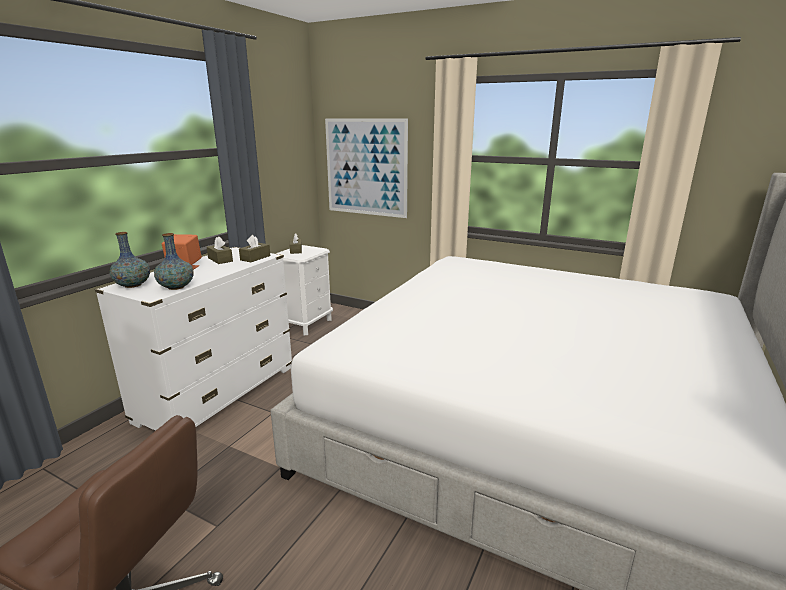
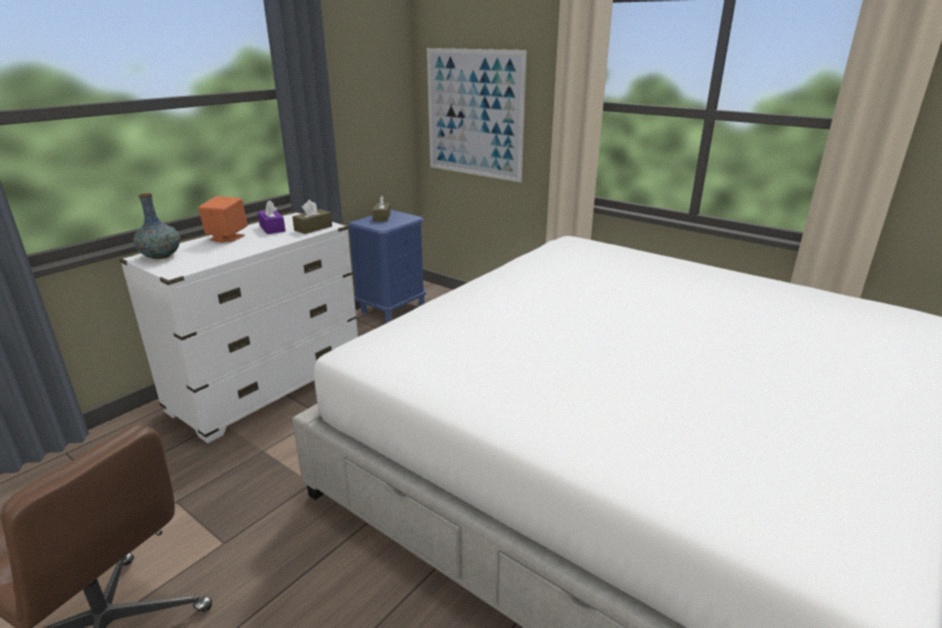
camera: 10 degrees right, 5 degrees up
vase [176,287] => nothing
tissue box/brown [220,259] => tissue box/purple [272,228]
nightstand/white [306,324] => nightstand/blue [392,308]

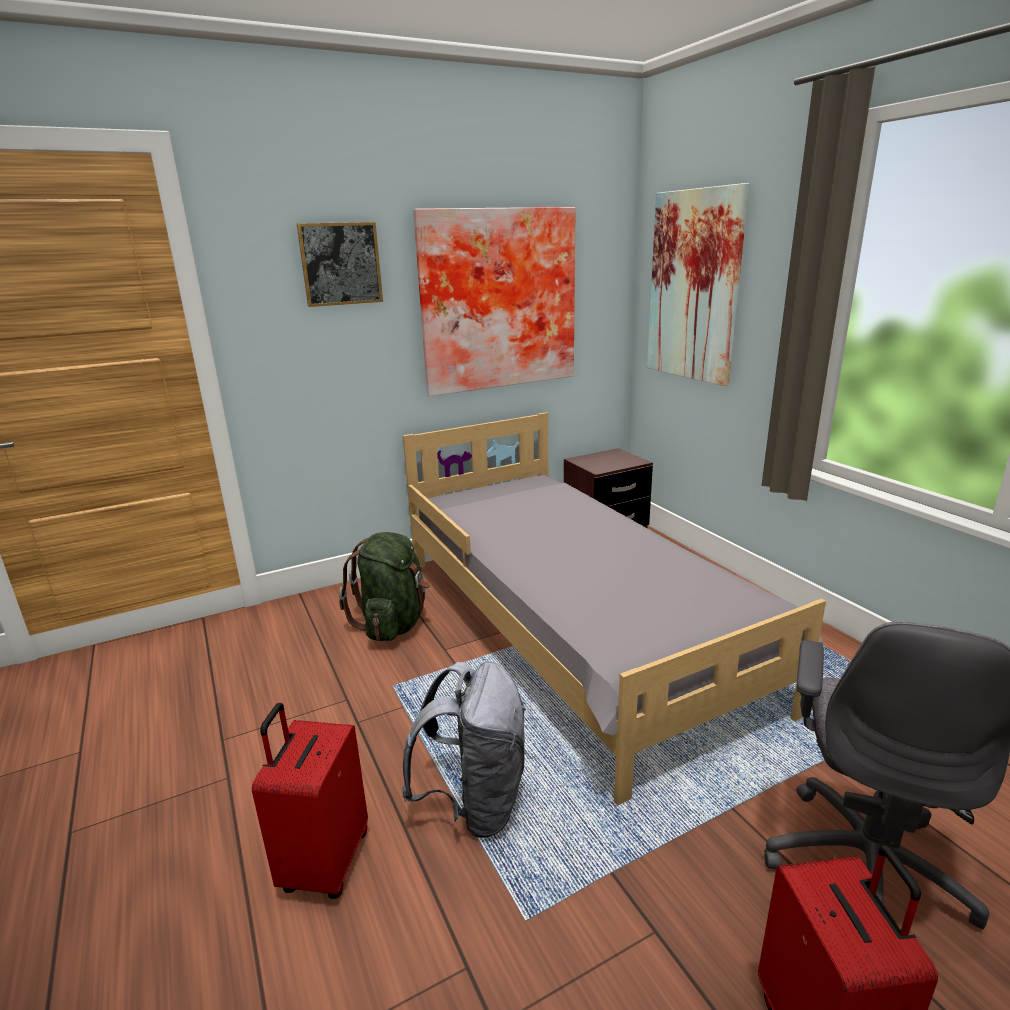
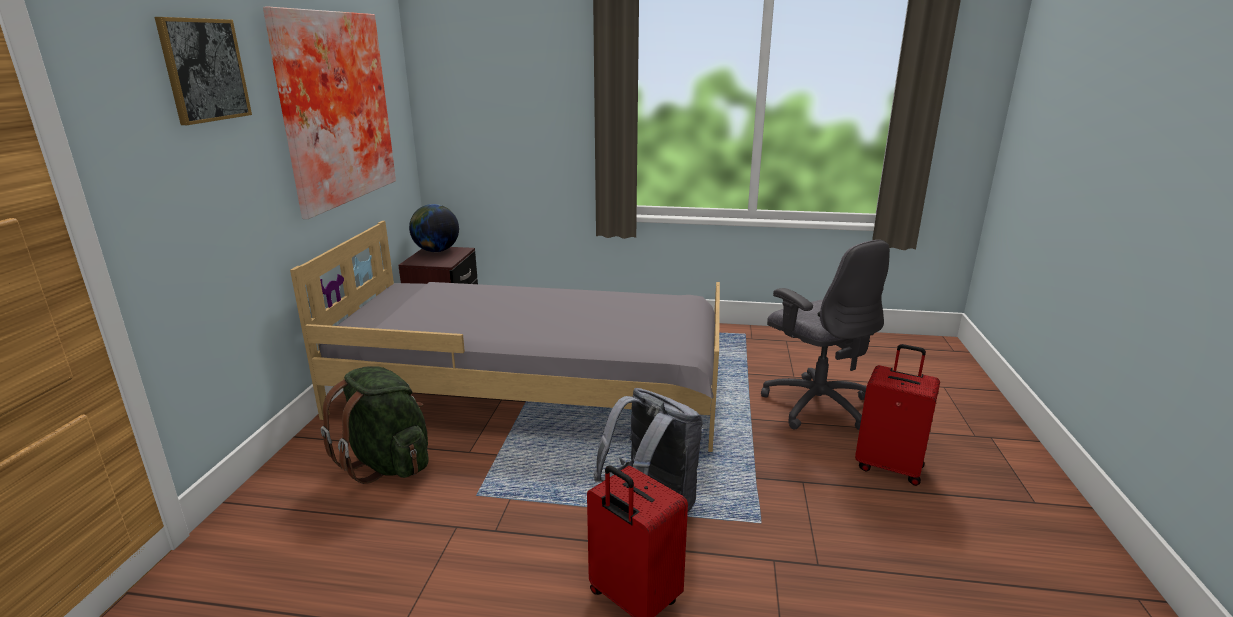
camera: 55 degrees left, 0 degrees up
picture [694,286] => nothing
nothing => globe [436,251]

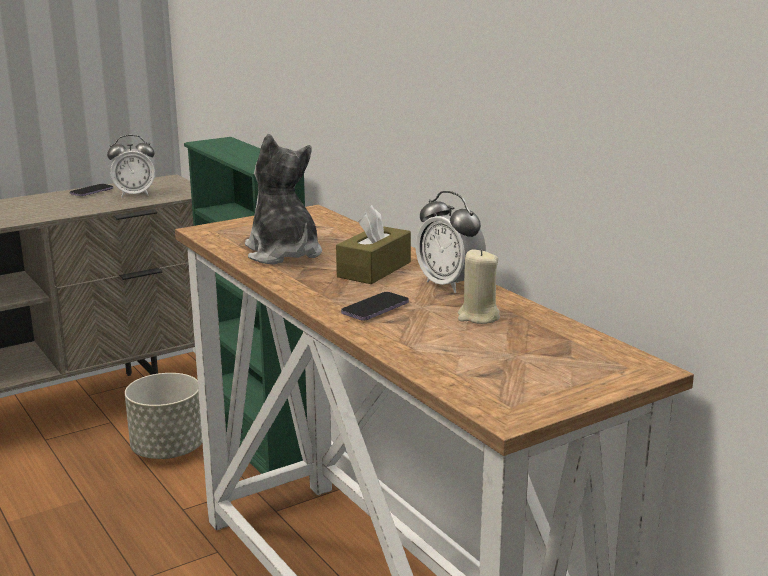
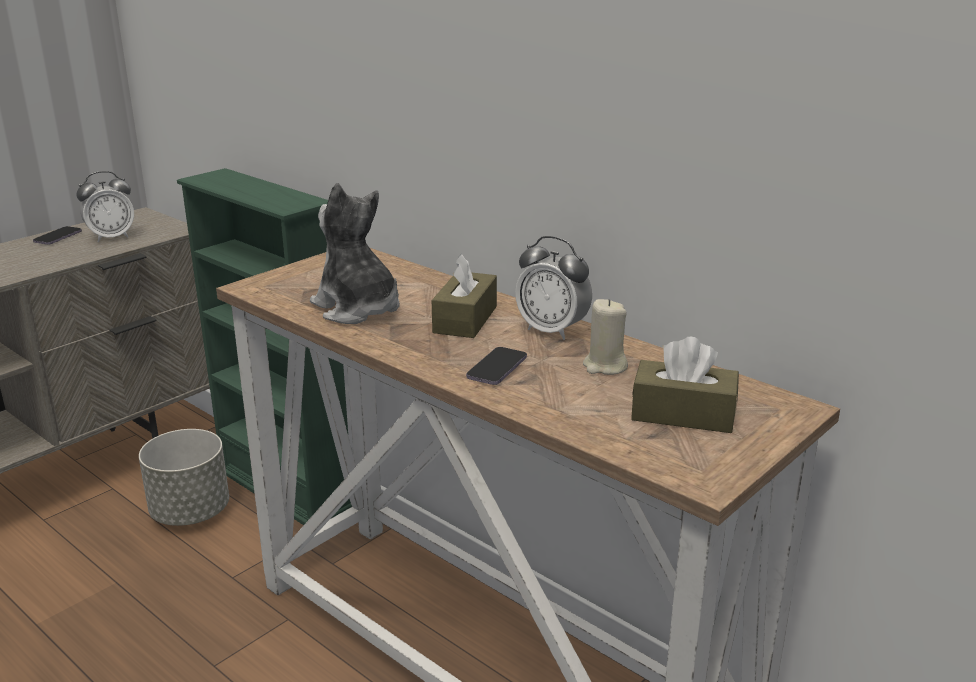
camera: 15 degrees left, 5 degrees up
nothing => tissue box/brown [683,414]

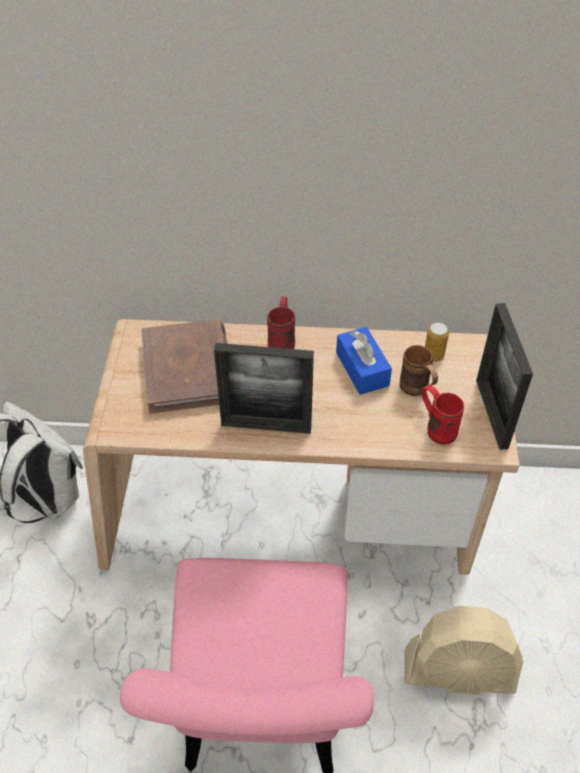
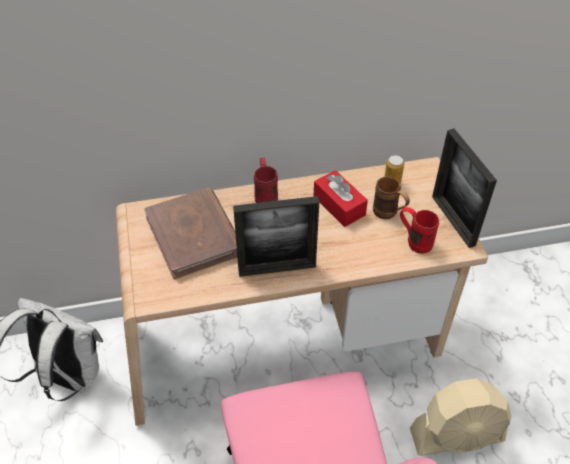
camera: 15 degrees left, 0 degrees up
tissue box/blue [362,369] => tissue box/red [339,205]

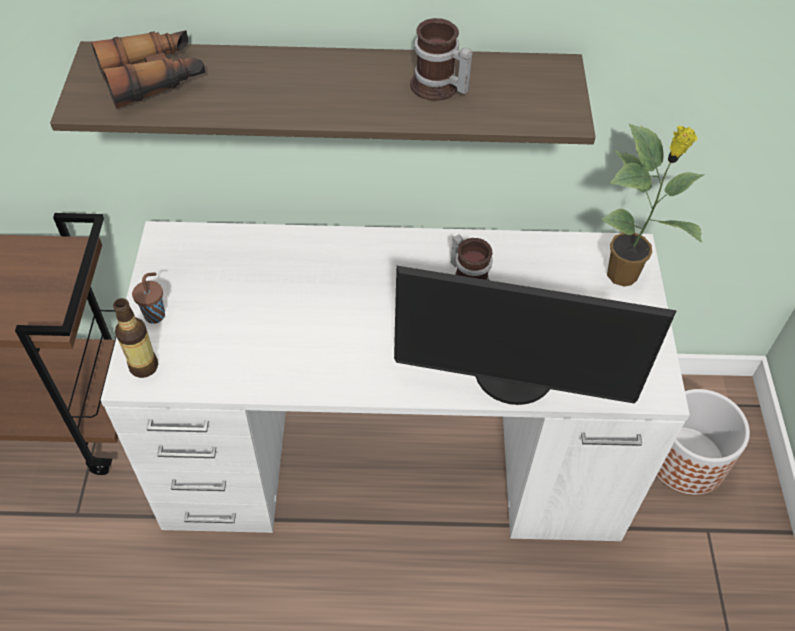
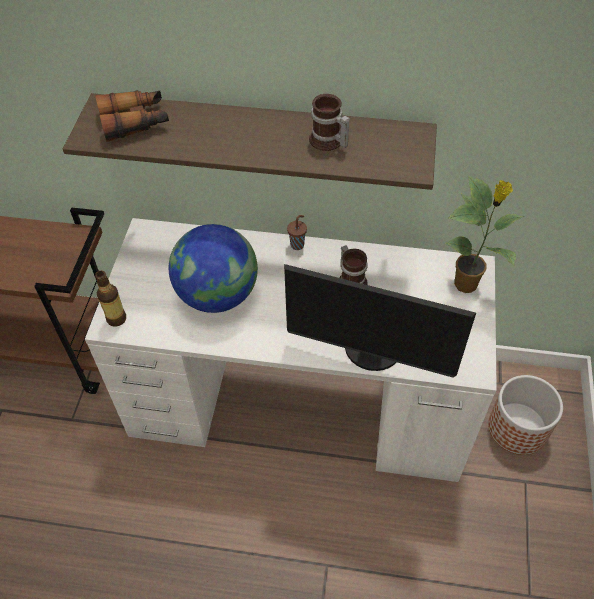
camera: 10 degrees right, 0 degrees up
cup/brown [155,315] => cup/brown [297,244], shifted
nothing => globe [217,295]

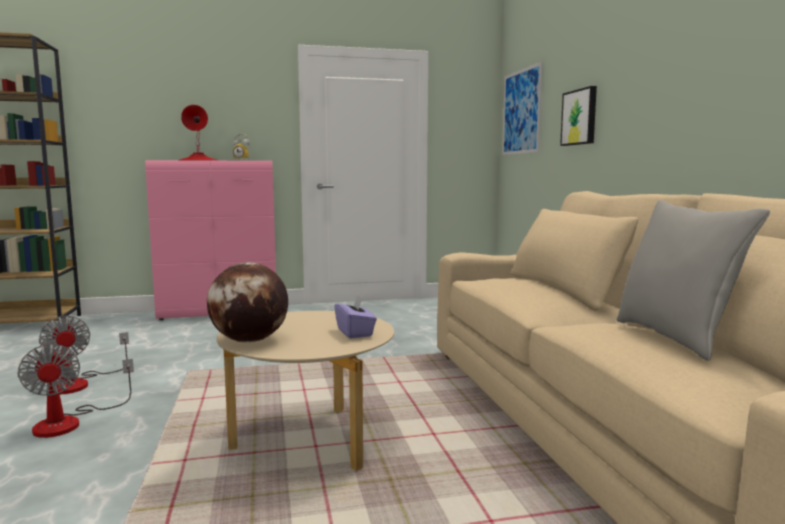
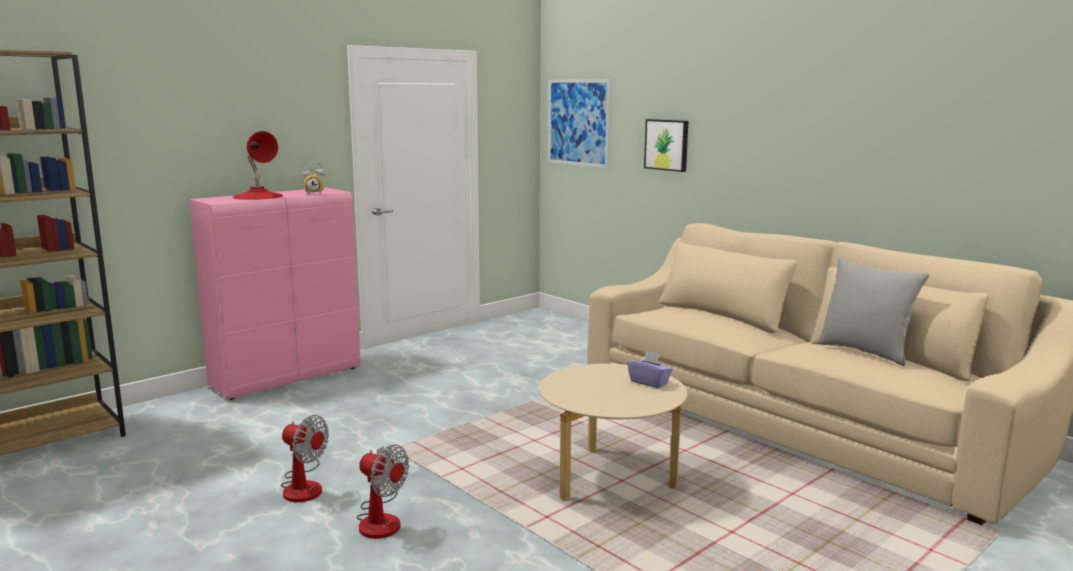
camera: 30 degrees left, 5 degrees up
globe [250,341] => nothing

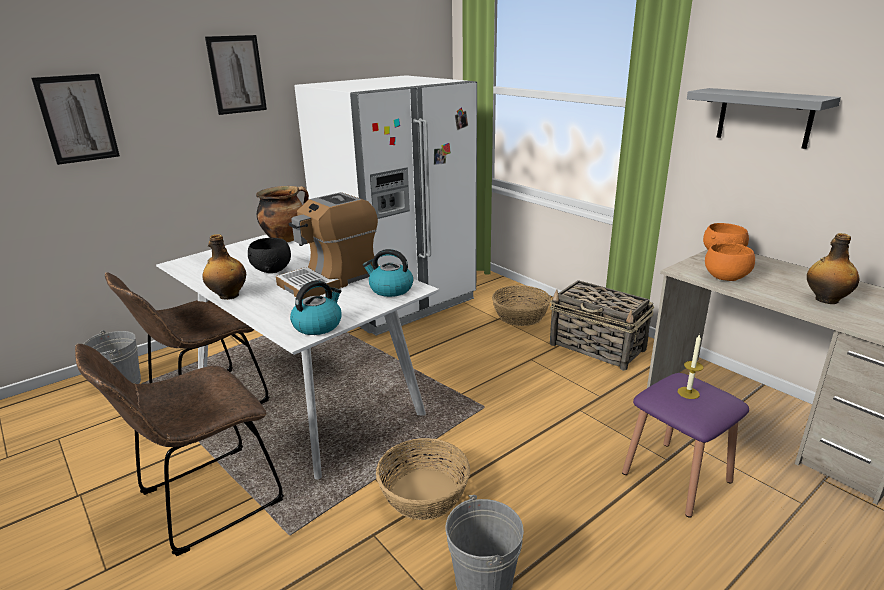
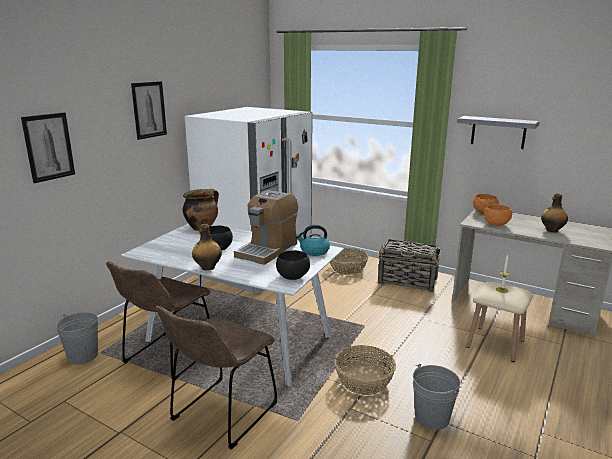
camera: 20 degrees left, 5 degrees down
kettle [318,325] => bowl/black [292,277]
stool/purple [676,477] => stool/beige [495,343]

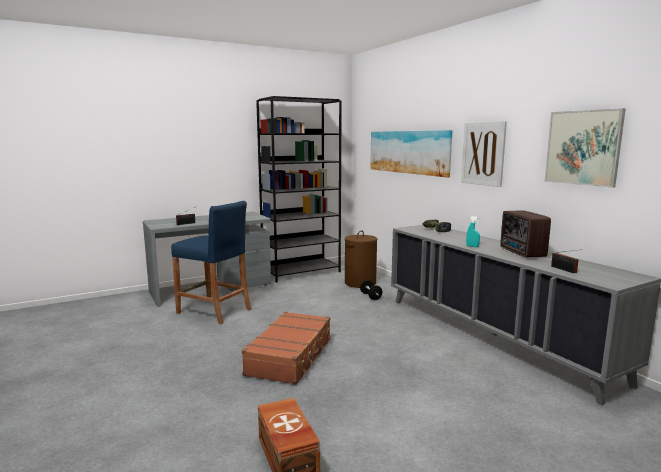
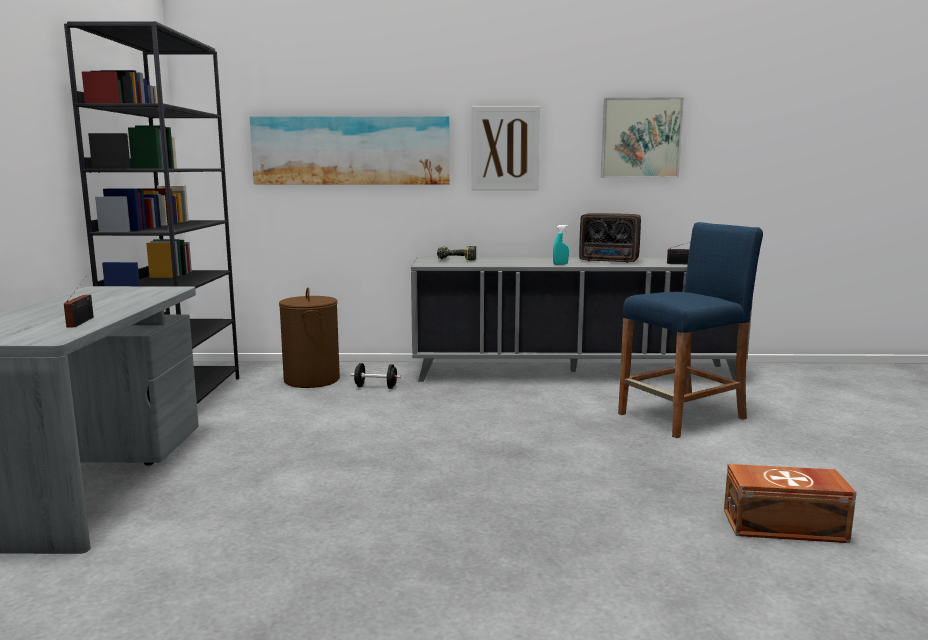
camera: 60 degrees left, 0 degrees up
stool/blue [214,311] => stool/blue [682,416], shifted
suitcase/brown [291,356] => nothing

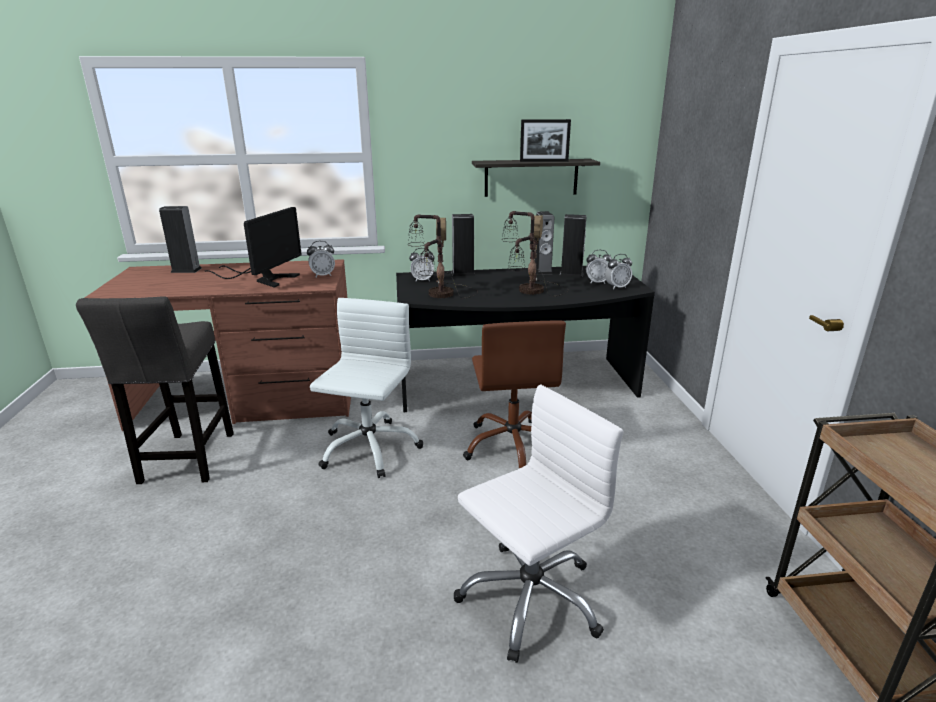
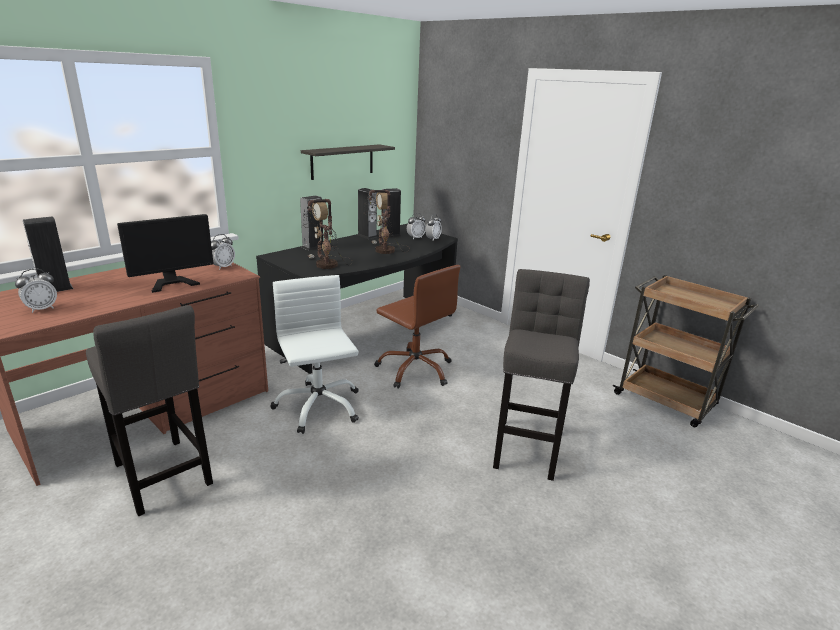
camera: 40 degrees left, 0 degrees up
picture frame [544,161] => nothing
monitor [264,278] => monitor [170,280], 75 degrees clockwise
alarm clock [422,280] => alarm clock [42,309], shifted
office chair/white [530,598] => stool/grey [527,445]

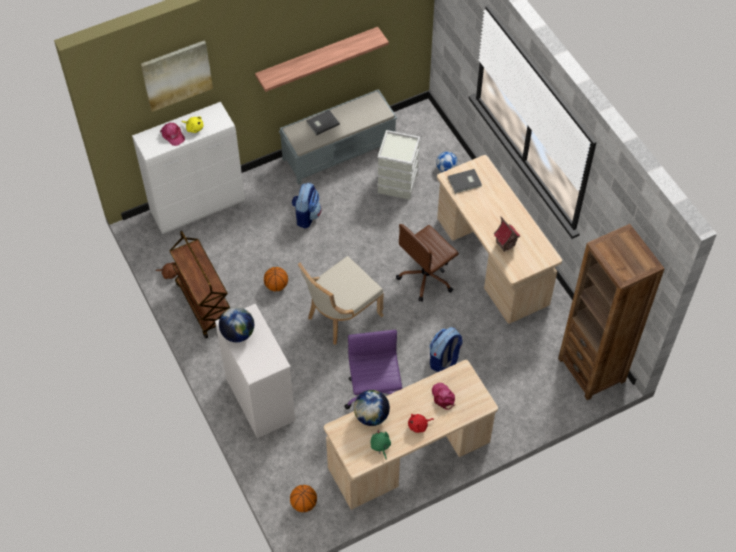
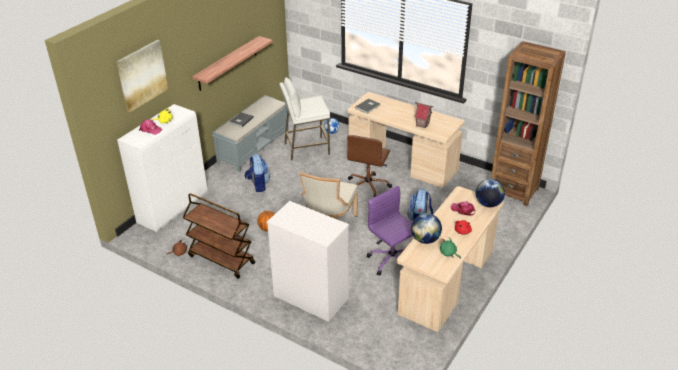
camera: 30 degrees left, 20 degrees down
storage box/grey [397,183] => stool/white [306,149]
globe [238,333] => globe [488,204], shifted
basketball [304,504] => nothing

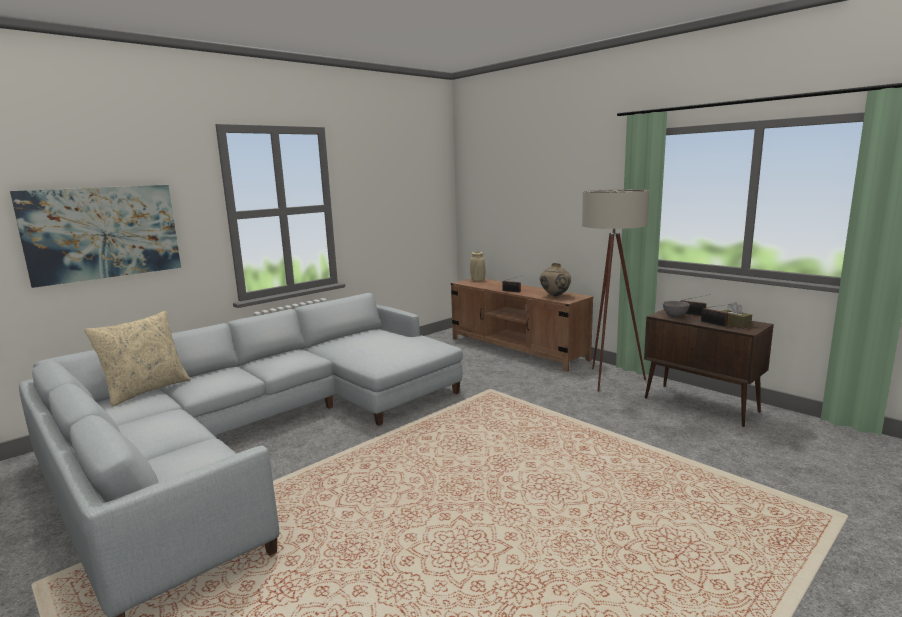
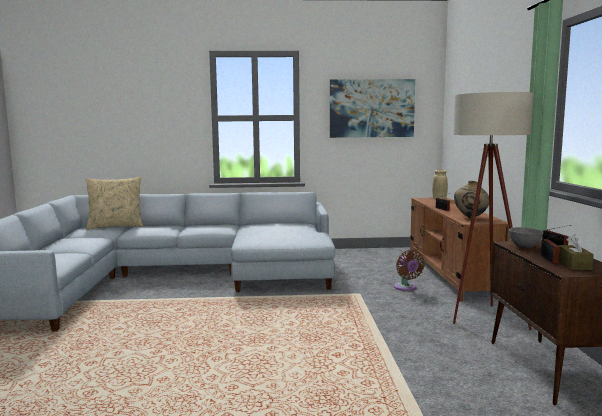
camera: 40 degrees right, 5 degrees down
picture [103,232] => picture [371,108], shifted
nothing => fan/brown [406,288]

